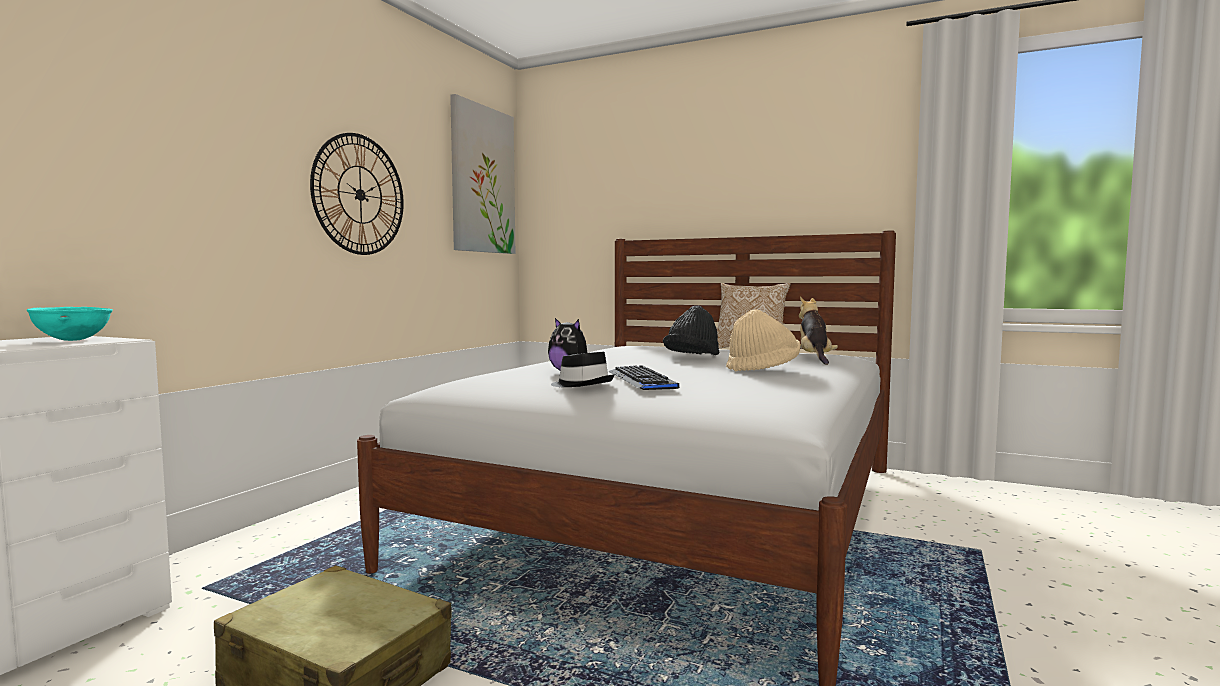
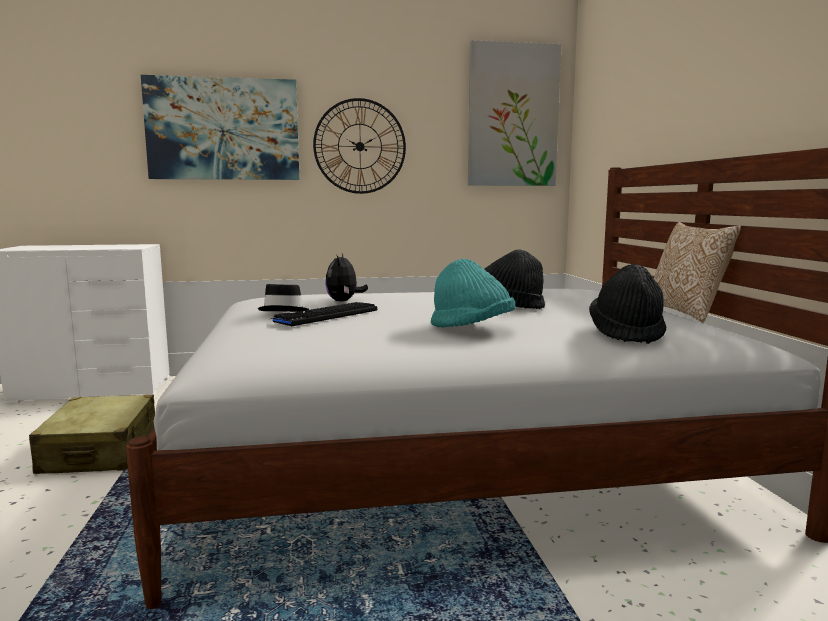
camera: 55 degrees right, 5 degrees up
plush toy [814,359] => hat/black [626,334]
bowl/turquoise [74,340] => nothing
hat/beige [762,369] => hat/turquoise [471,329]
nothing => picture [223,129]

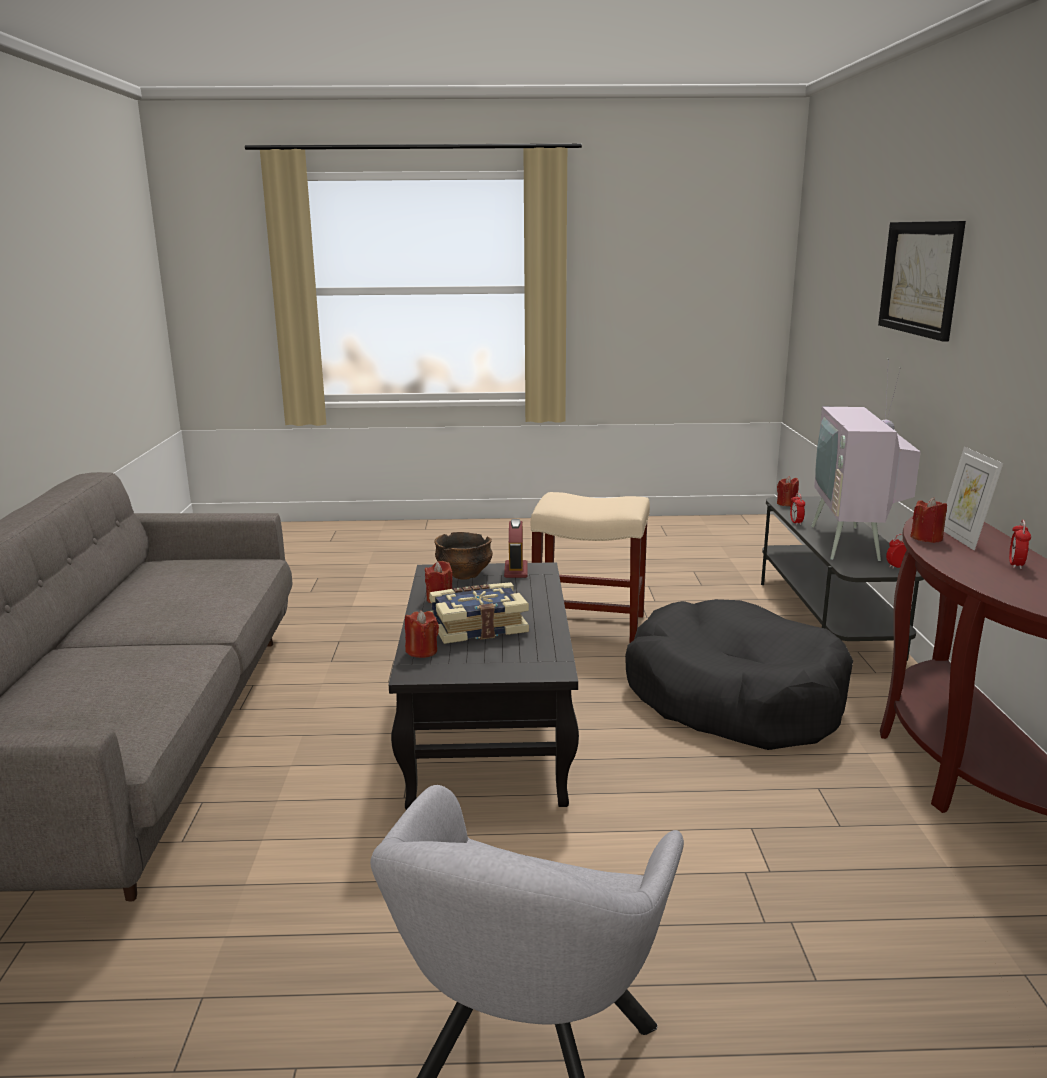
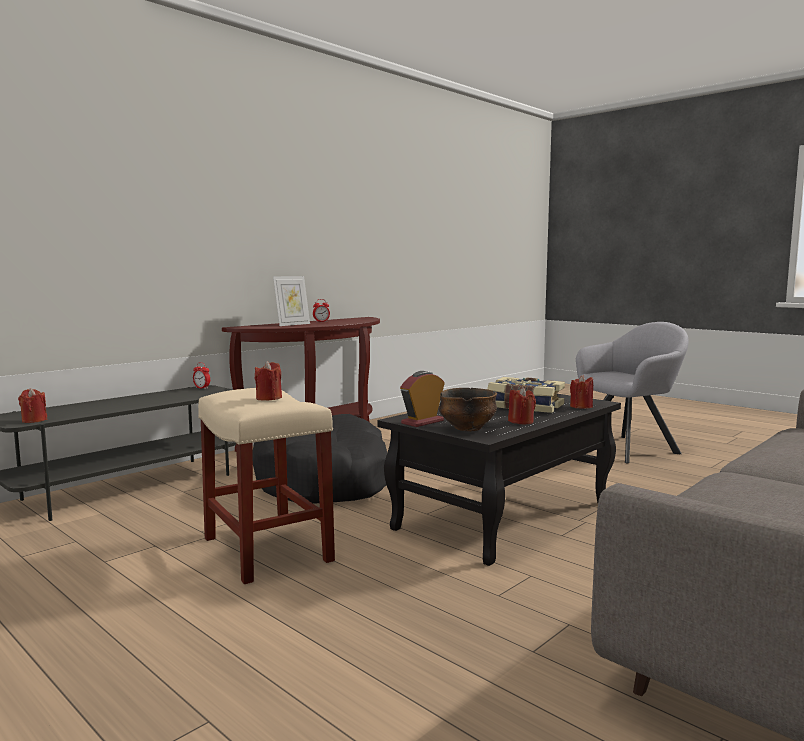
camera: 135 degrees left, 10 degrees down
picture [920,278] => nothing
television [854,543] => nothing
alarm clock [796,523] => nothing
candle/red [927,538] => candle/red [269,398], shifted

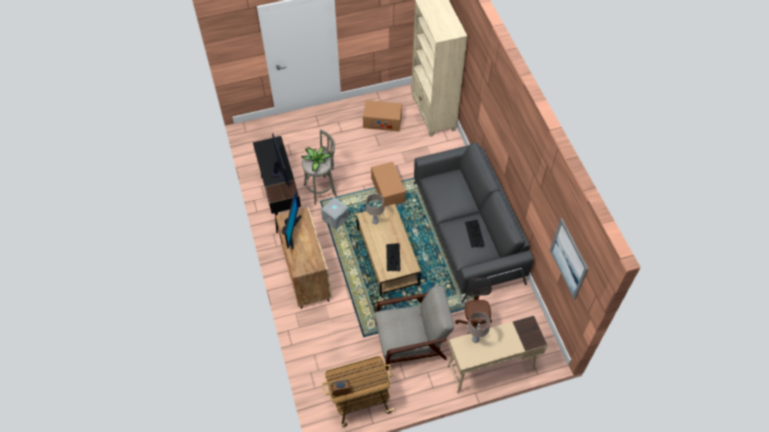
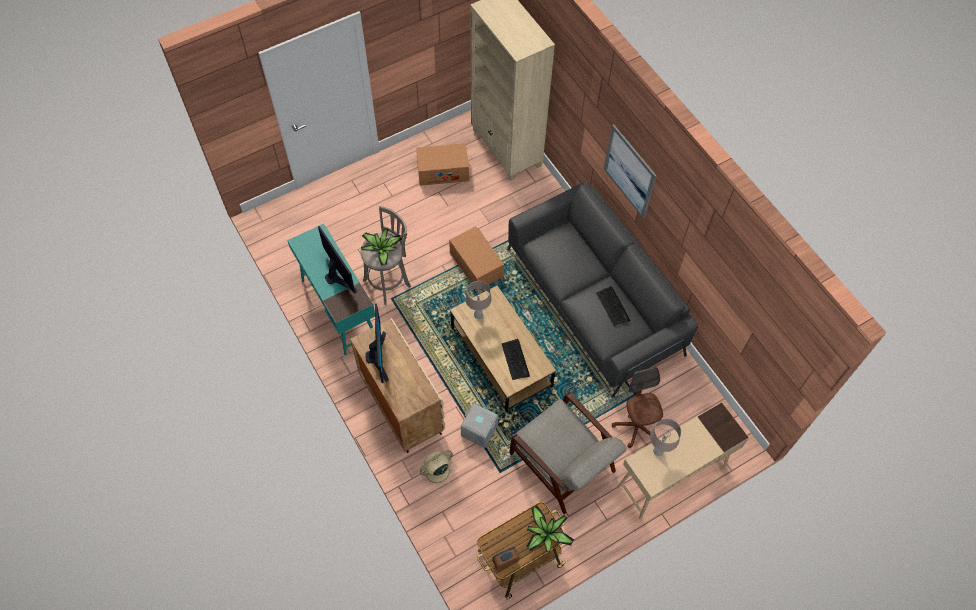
camera: 15 degrees left, 5 degrees up
desk/black [281,200] => desk/turquoise [338,308]
storage box/grey [335,219] => storage box/grey [478,431], shifted
picture [568,259] => picture [629,171], shifted
armchair/grey [411,341] => armchair/grey [563,463], 75 degrees clockwise
nothing => fan/beige [436,471]
nothing => potted plant [546,534]

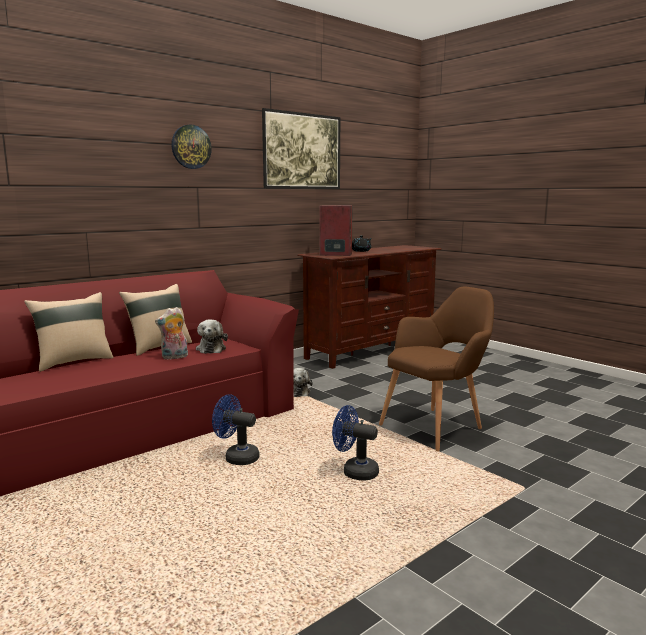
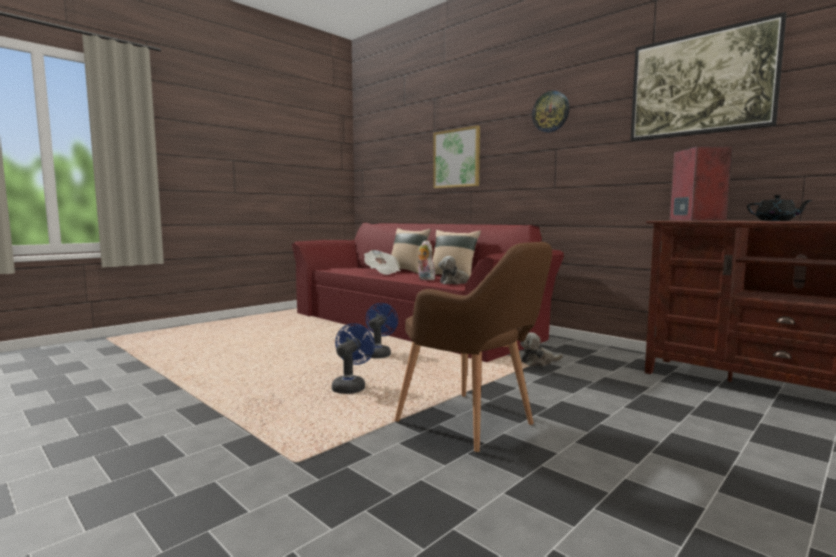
camera: 85 degrees right, 5 degrees down
nothing => picture [457,158]
nothing => newspaper [382,272]

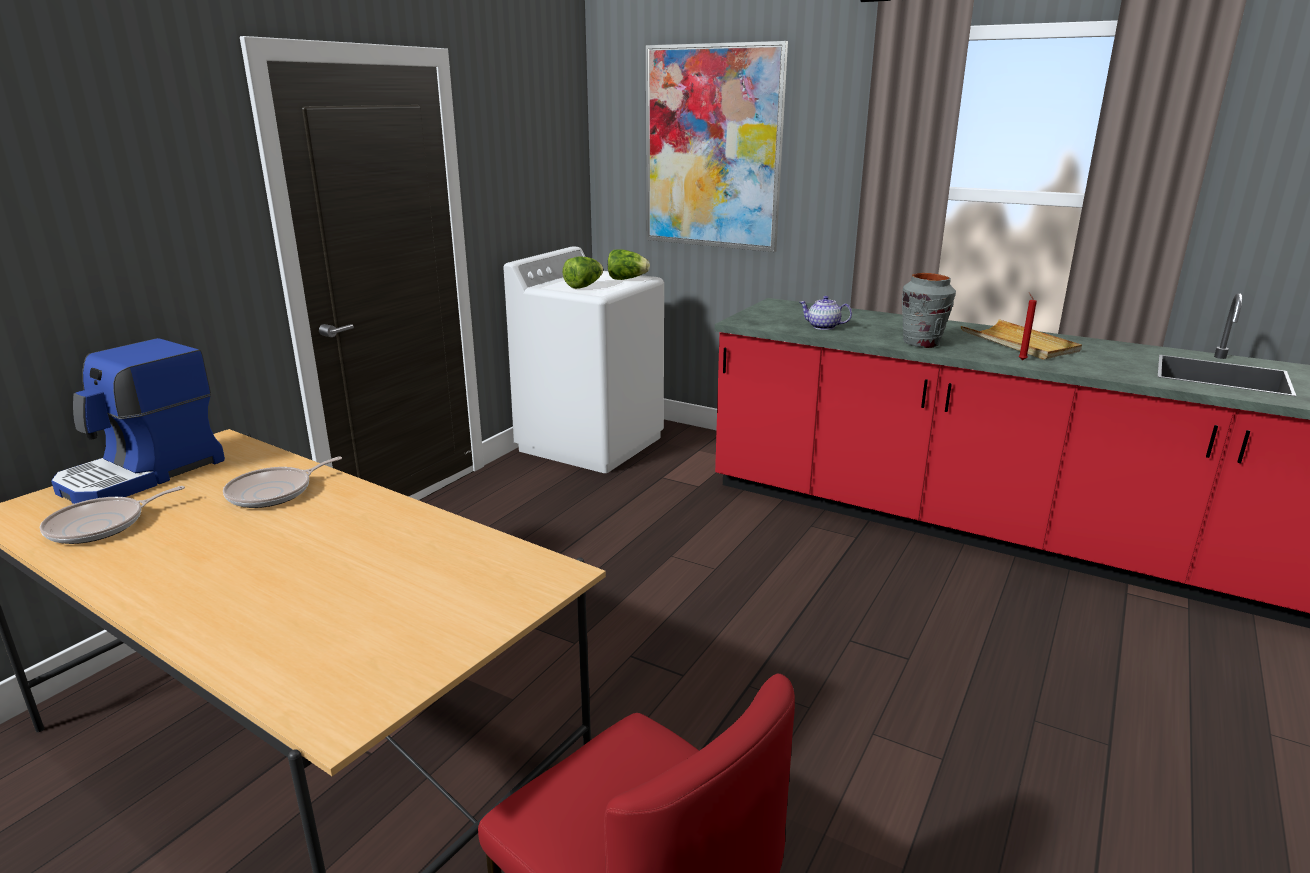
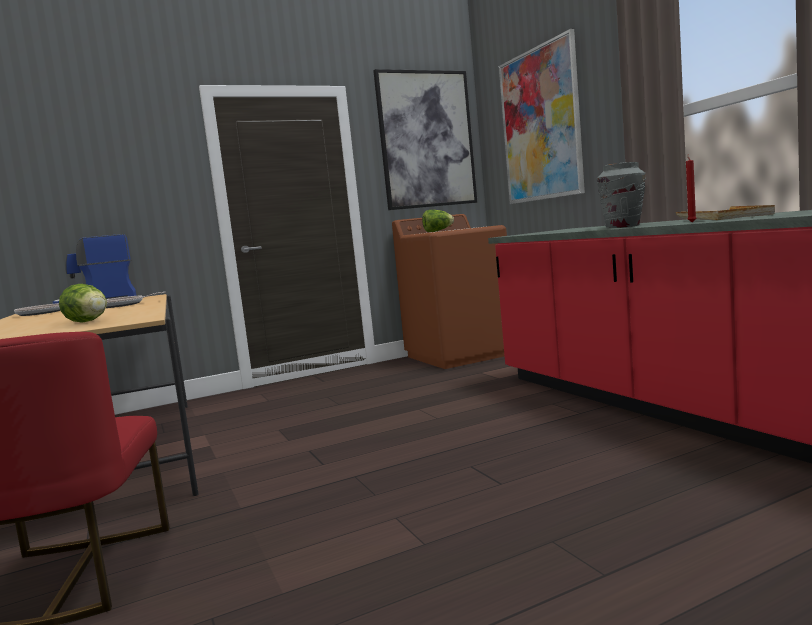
camera: 35 degrees right, 15 degrees down
washing machine/white [591,443] => washing machine/brown [460,355]
lettuce [626,279] => lettuce [89,322], shifted
teapot [823,327] => nothing
nothing => picture [426,139]

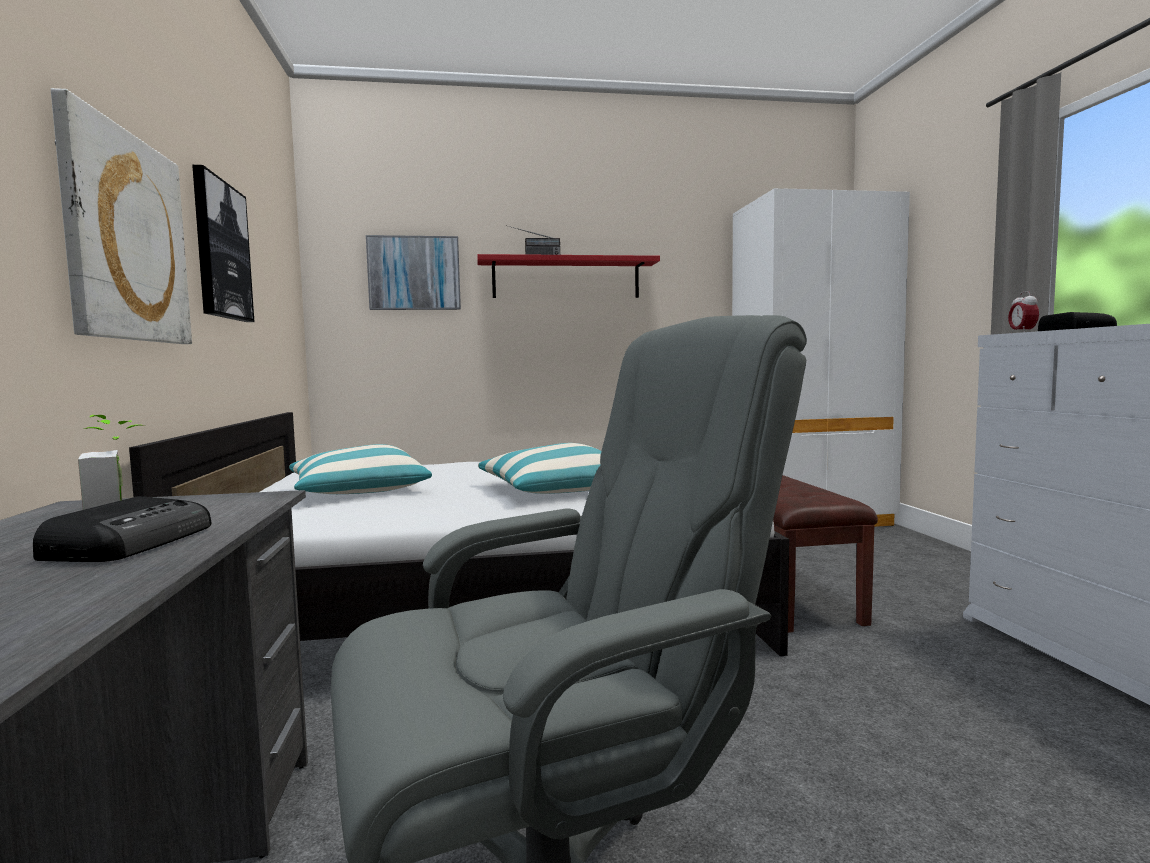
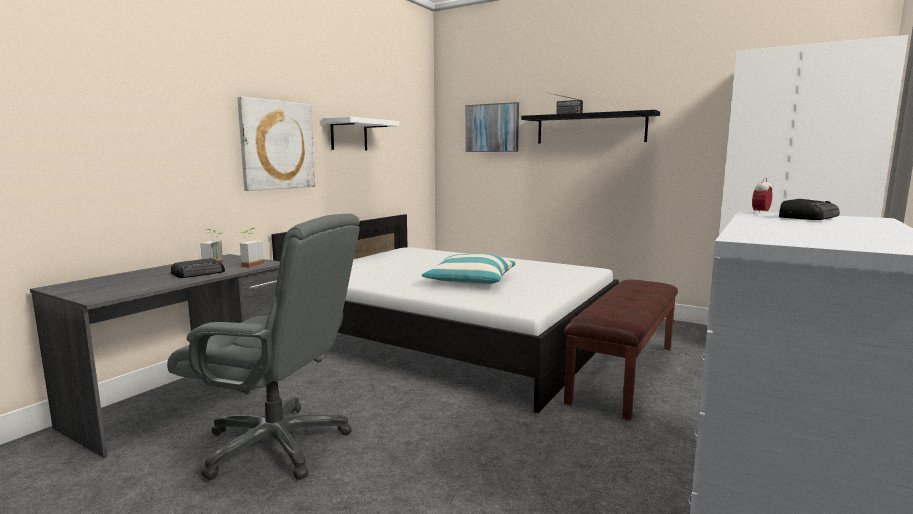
camera: 40 degrees right, 5 degrees up
picture [221,250] => shelf/white [349,135]
shelf/red [566,279] => shelf/black [590,128]
pillow [360,490] => nothing
nothing => potted plant [249,265]

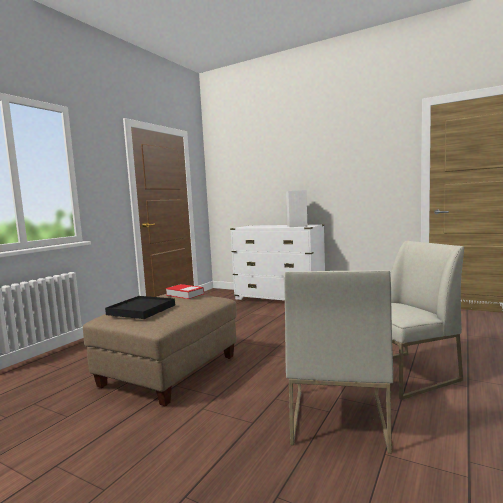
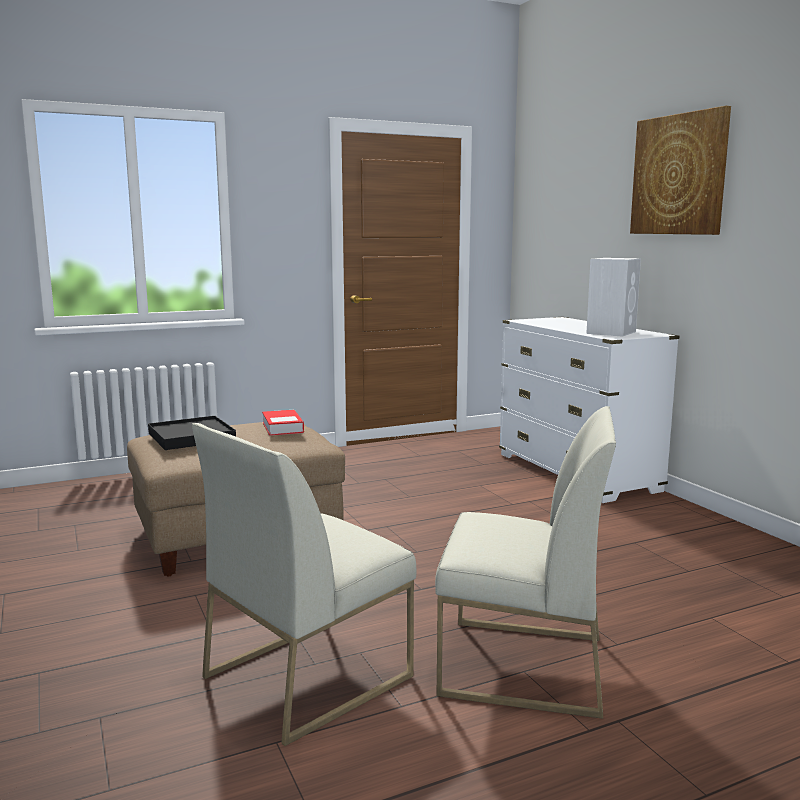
camera: 35 degrees right, 5 degrees up
nothing => picture [679,175]

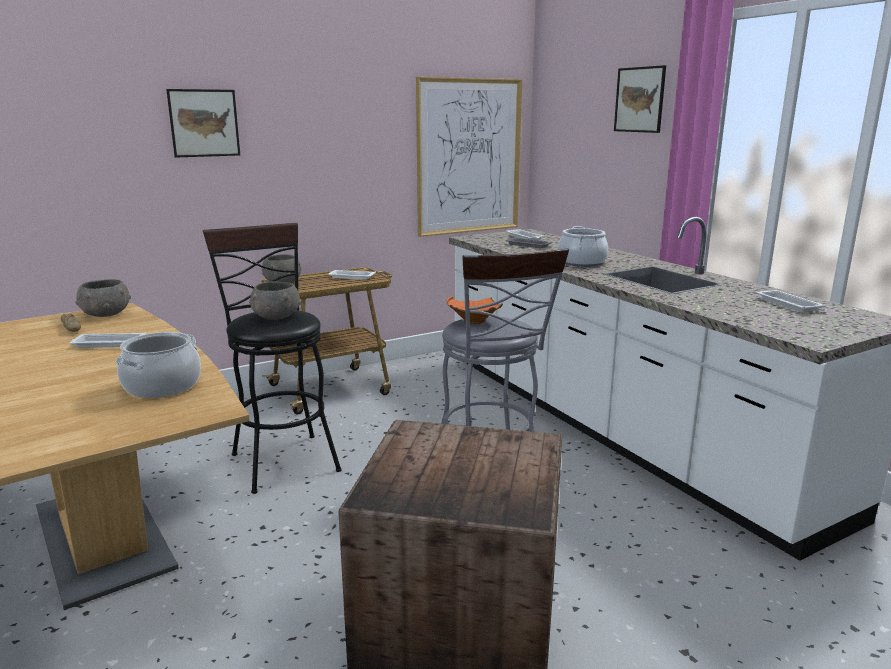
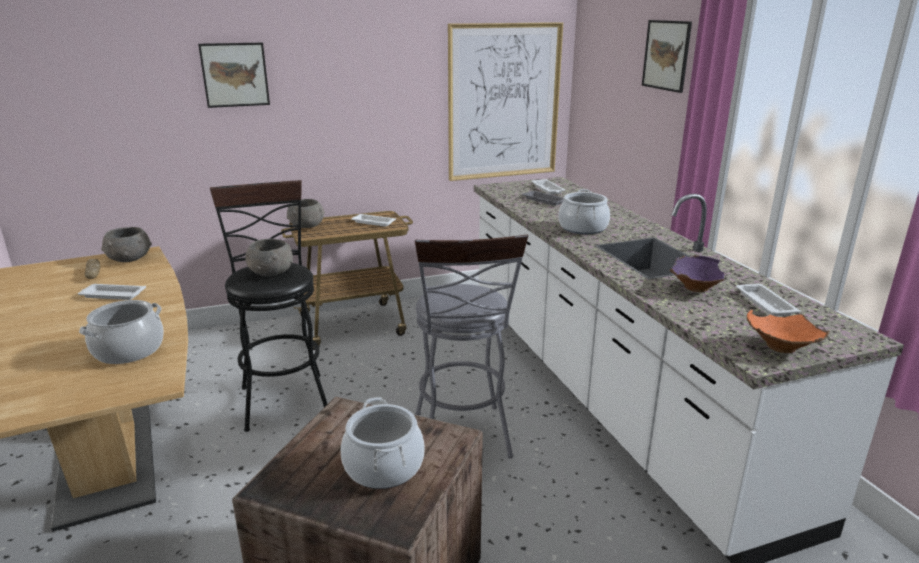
camera: 10 degrees right, 5 degrees up
bowl/orange [474,322] => bowl/orange [781,348], shifted
nothing => bowl/purple [694,287]
nothing => cooking pot [384,466]

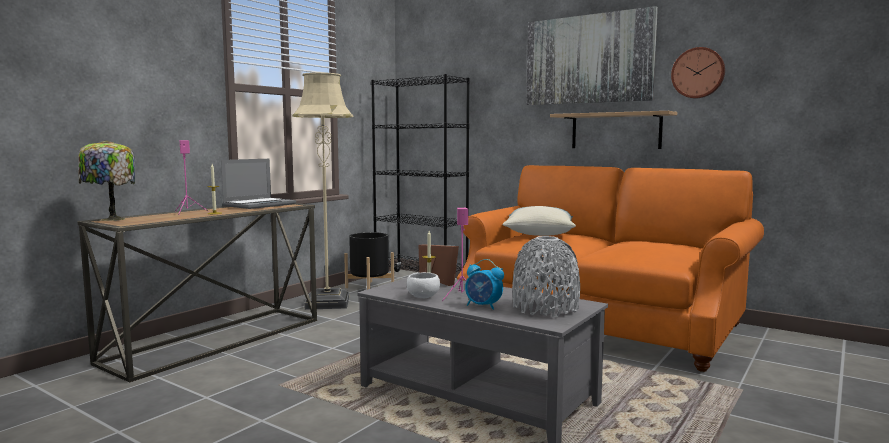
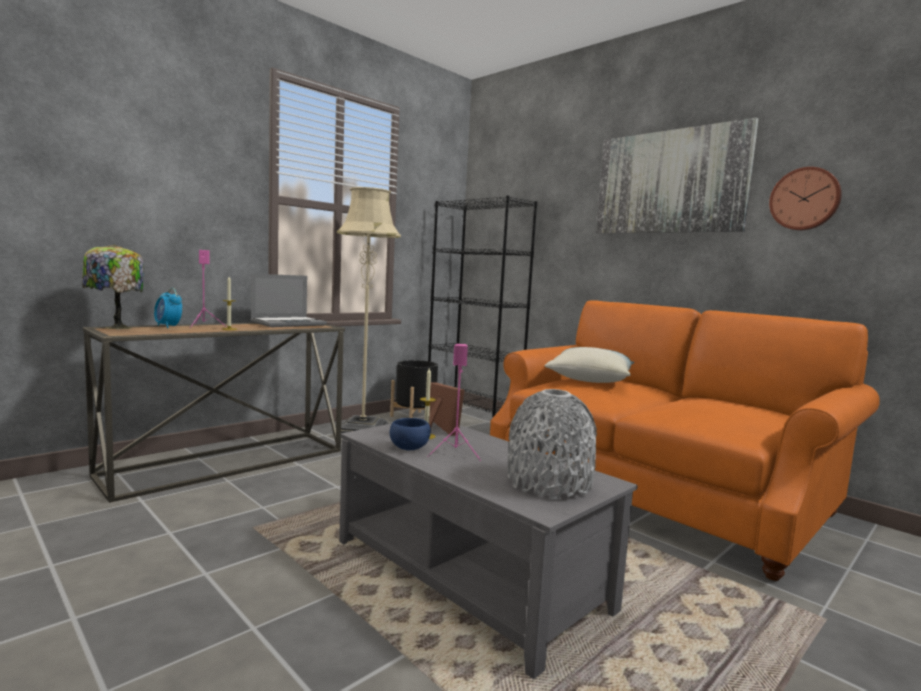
camera: 10 degrees right, 0 degrees up
shelf [615,131] => nothing
alarm clock [483,306] => alarm clock [168,326], shifted
bowl/white [423,296] => bowl/blue [409,447]

